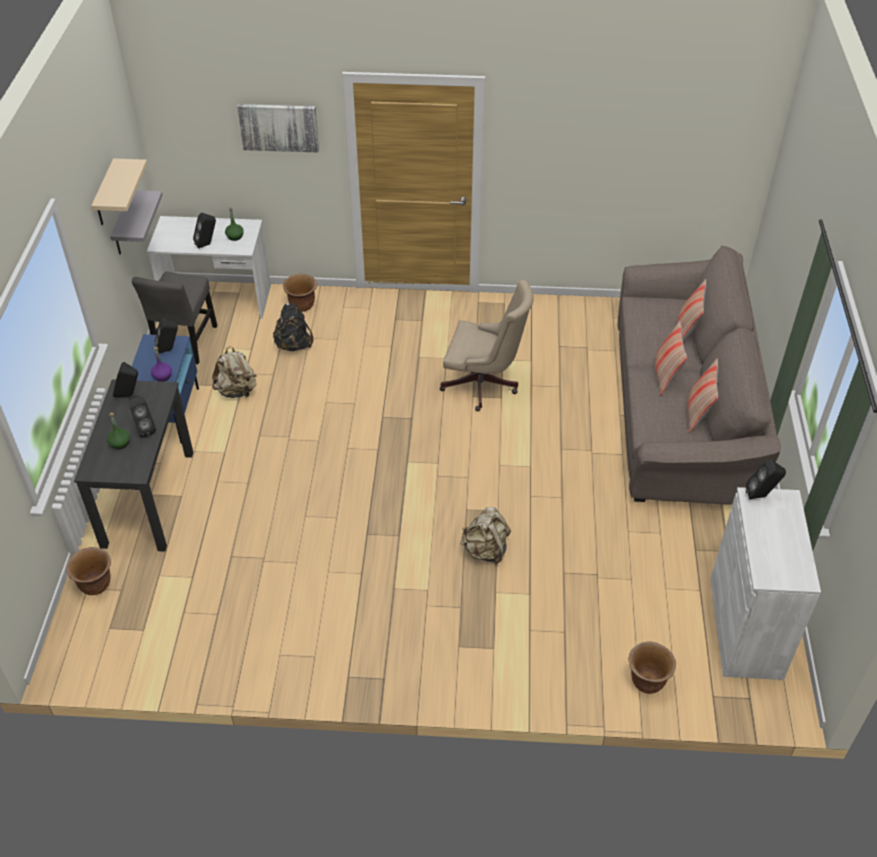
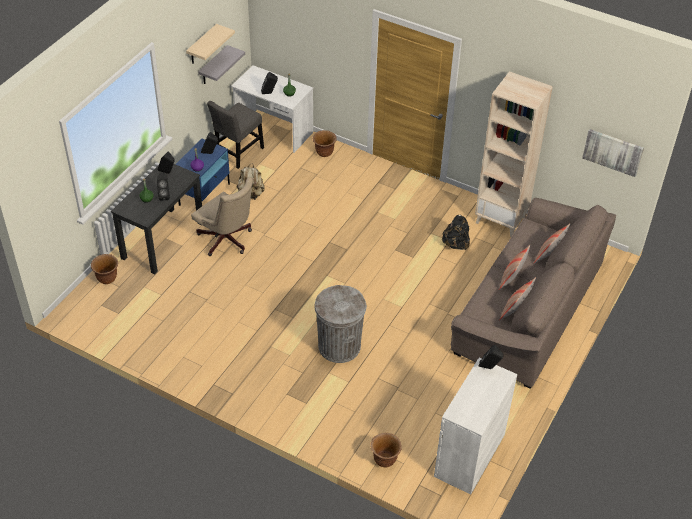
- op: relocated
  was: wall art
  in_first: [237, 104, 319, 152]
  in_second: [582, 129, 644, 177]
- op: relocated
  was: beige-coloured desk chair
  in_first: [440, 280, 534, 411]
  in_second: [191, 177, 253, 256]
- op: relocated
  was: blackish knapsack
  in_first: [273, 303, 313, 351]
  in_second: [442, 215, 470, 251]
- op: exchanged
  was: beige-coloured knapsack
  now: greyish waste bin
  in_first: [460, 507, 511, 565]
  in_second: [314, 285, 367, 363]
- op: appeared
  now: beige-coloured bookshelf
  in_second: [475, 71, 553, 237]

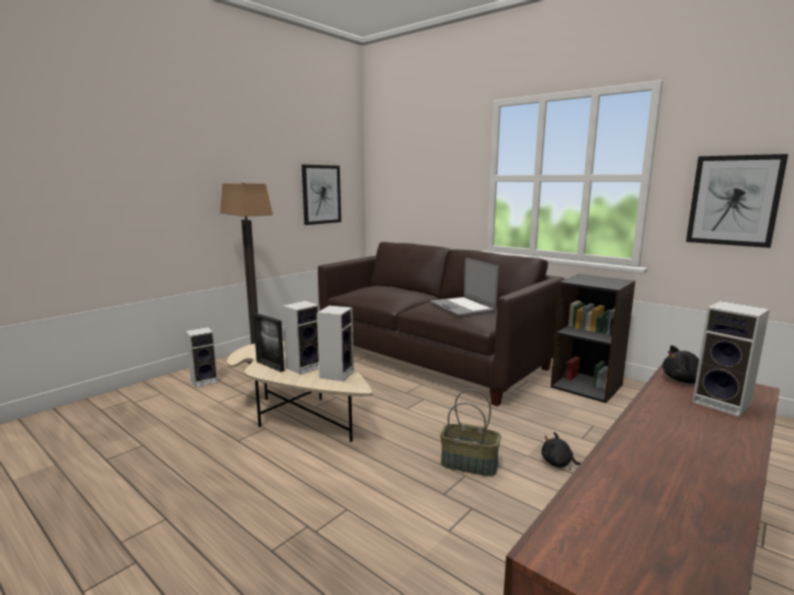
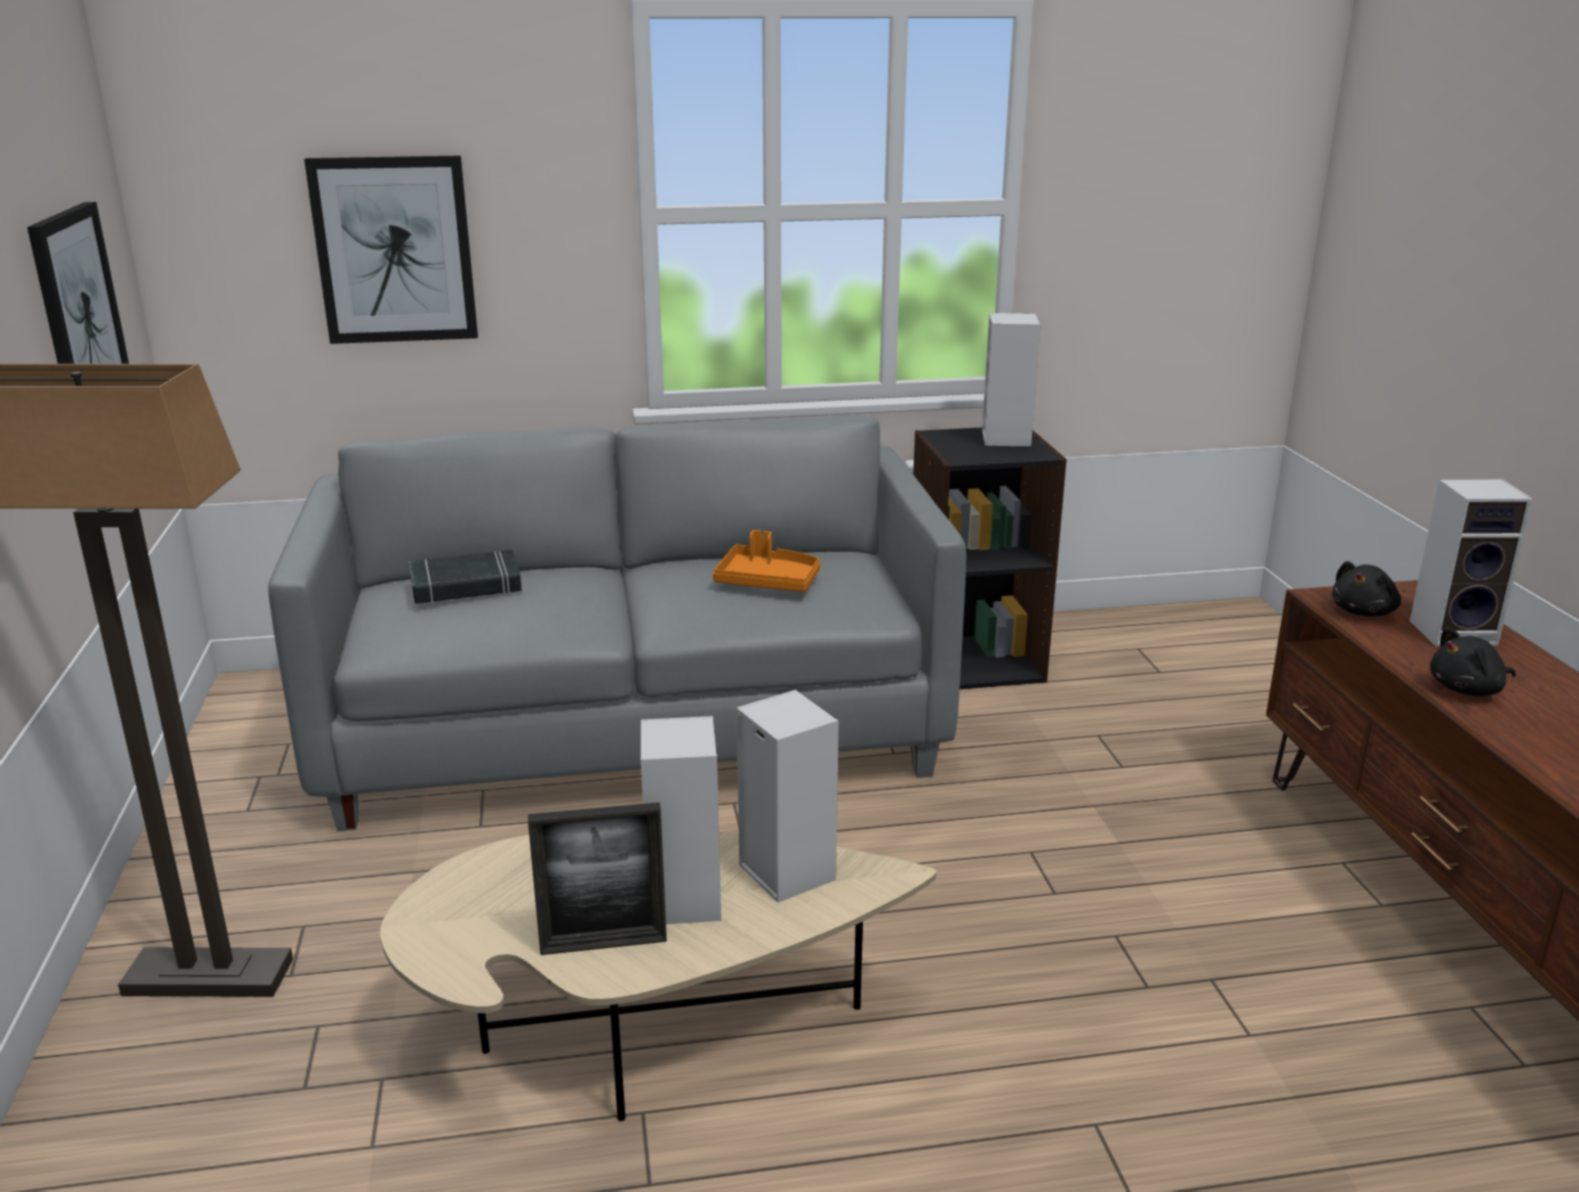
- op: relocated
  was: wall art
  in_first: [686, 154, 788, 248]
  in_second: [304, 156, 478, 344]
- op: colour
  was: brown-coloured settee
  now: greyish settee
  in_first: [318, 242, 565, 406]
  in_second: [268, 415, 966, 831]
- op: exchanged
  was: notebook computer
  now: orange-coloured serving tray
  in_first: [430, 258, 499, 316]
  in_second: [713, 530, 820, 592]
- op: relocated
  was: loudspeaker
  in_first: [185, 327, 218, 387]
  in_second: [982, 313, 1041, 447]
- op: missing
  was: storage basket
  in_first: [440, 389, 501, 476]
- op: relocated
  was: blackish cuddly toy
  in_first: [541, 432, 581, 469]
  in_second: [1430, 627, 1516, 696]
- op: appeared
  now: blackish volume
  in_second: [409, 550, 522, 604]

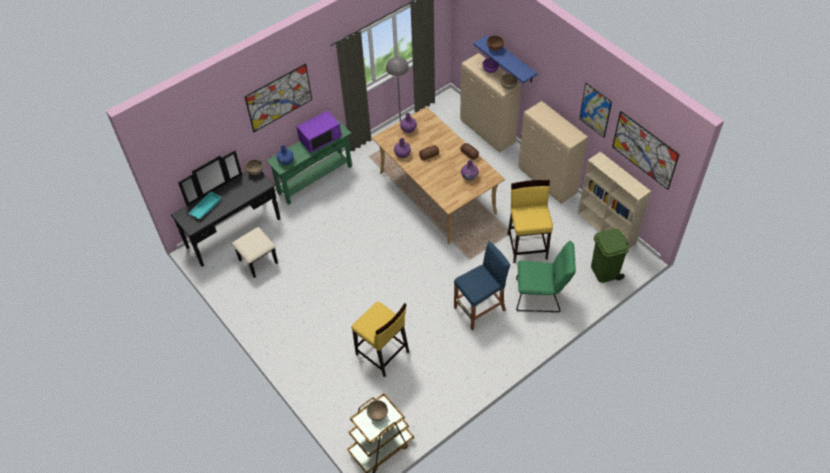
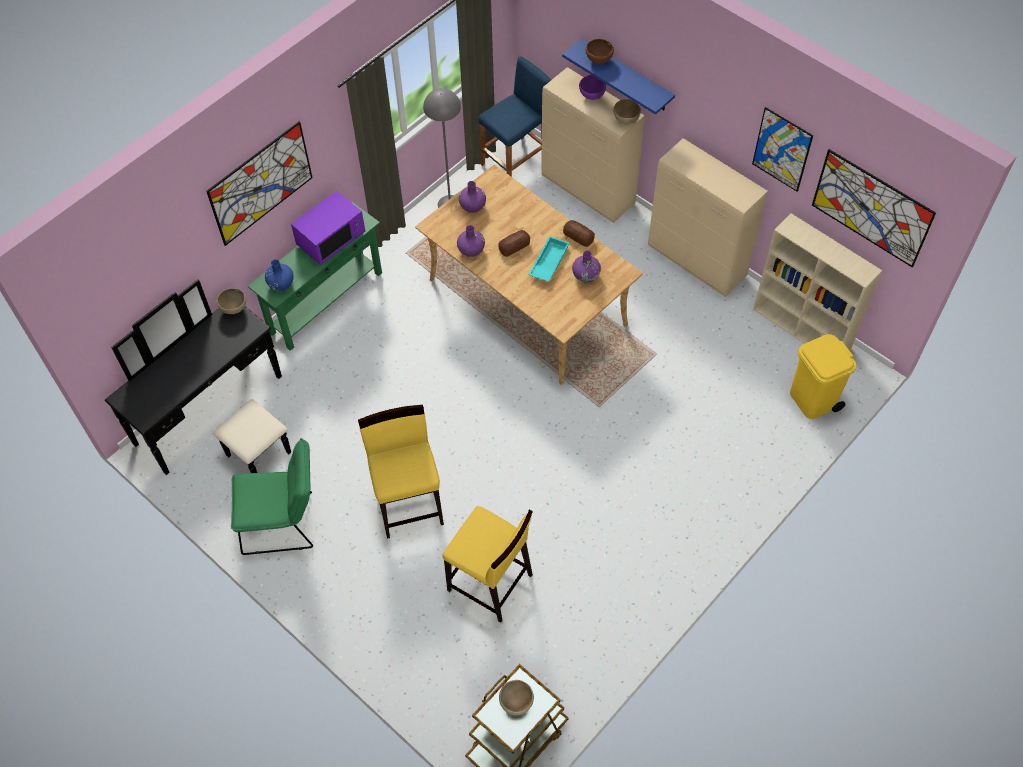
- op: relocated
  was: yellow-coloured stool
  in_first: [508, 180, 553, 263]
  in_second: [358, 405, 444, 539]
- op: relocated
  was: turquoise serving tray
  in_first: [189, 192, 221, 219]
  in_second: [529, 236, 569, 282]
- op: colour
  was: greenish waste bin
  now: yellow-coloured waste bin
  in_first: [591, 228, 629, 283]
  in_second: [790, 334, 856, 419]
- op: relocated
  was: greenish plain chair
  in_first: [516, 241, 576, 312]
  in_second: [231, 438, 313, 555]
- op: relocated
  was: bluish stool
  in_first: [454, 242, 510, 330]
  in_second: [479, 56, 551, 177]

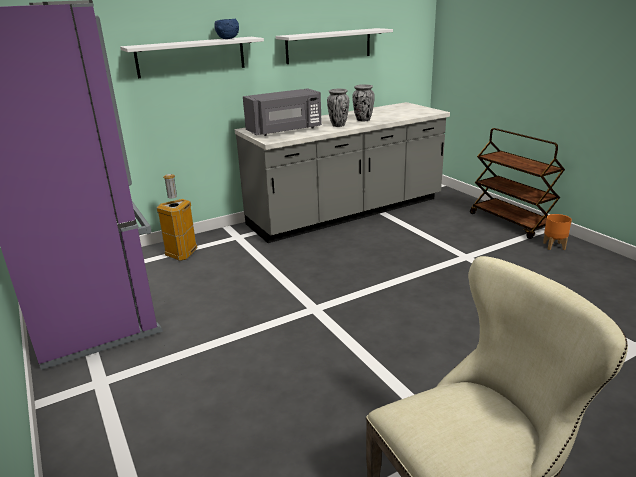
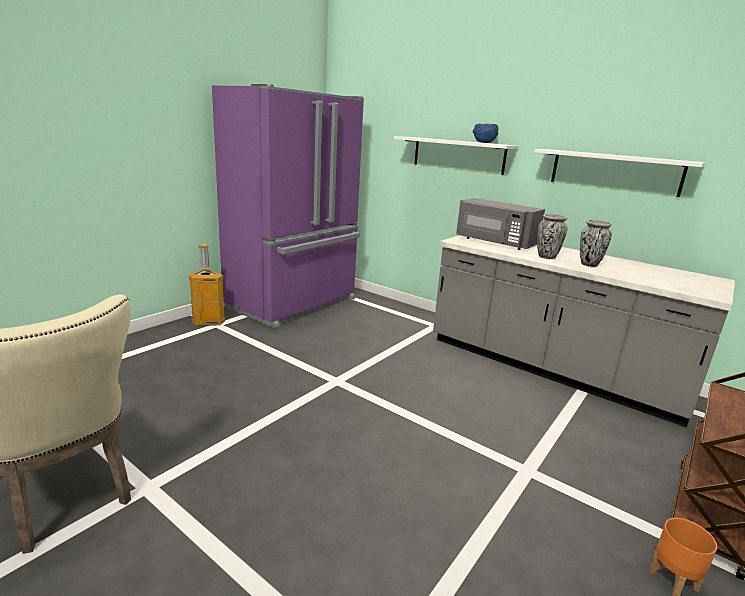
- op: relocated
  was: waste bin
  in_first: [157, 174, 197, 261]
  in_second: [189, 244, 225, 326]

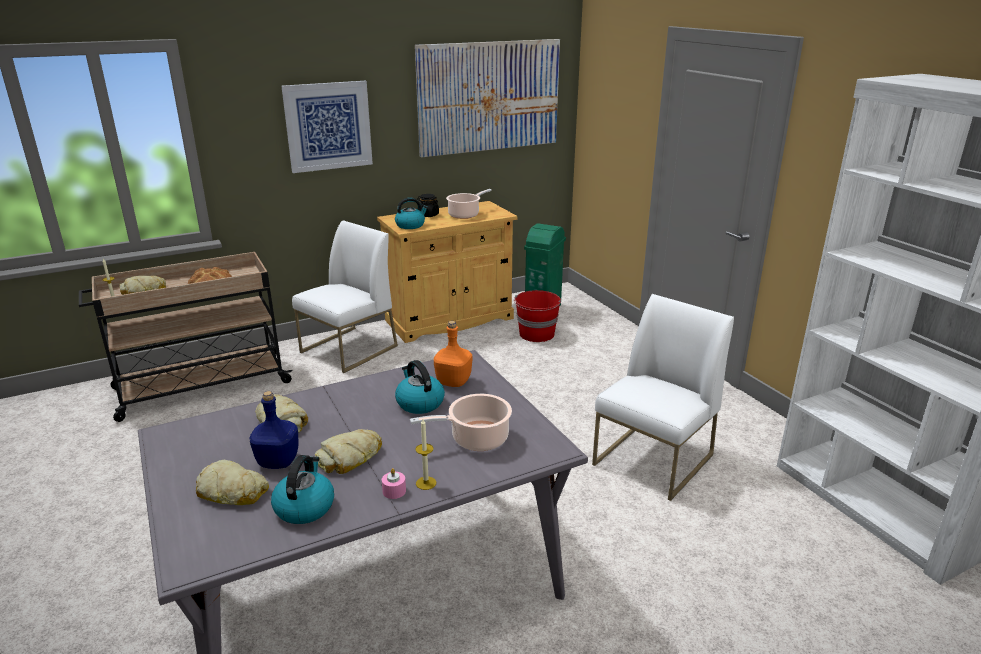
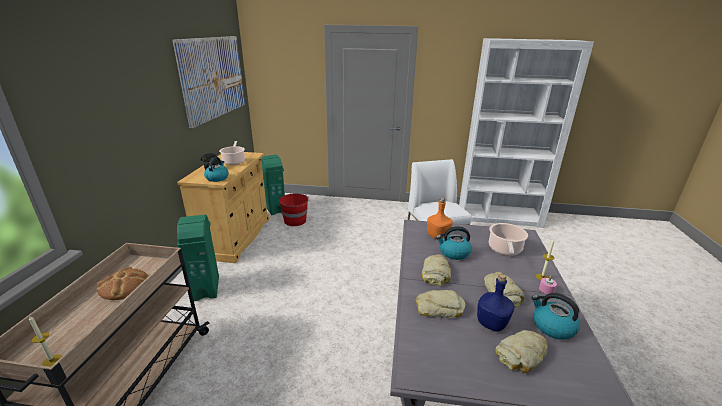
- op: missing
  was: wall art
  in_first: [281, 81, 373, 173]
- op: exchanged
  was: white plain chair
  now: greenish waste bin
  in_first: [292, 220, 398, 373]
  in_second: [177, 215, 219, 301]
- op: relocated
  was: bakery bread
  in_first: [119, 275, 166, 295]
  in_second: [422, 254, 451, 286]

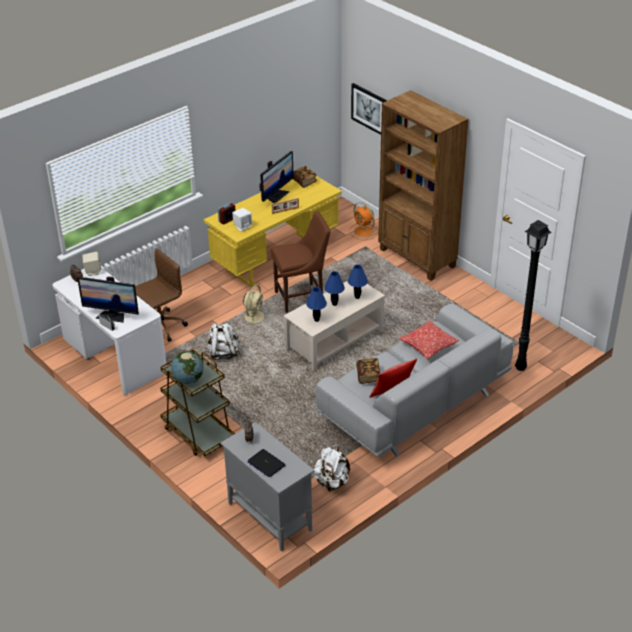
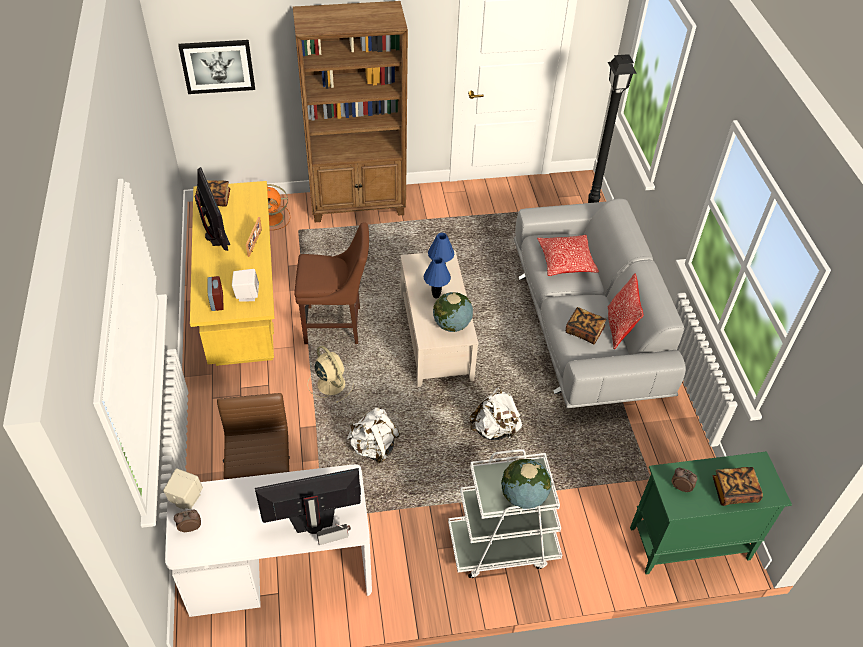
- op: spun
  was: brown-coloured plain chair
  in_first: [271, 211, 331, 313]
  in_second: [294, 222, 369, 344]
  clockwise: 75
- op: spun
  was: computer screen
  in_first: [77, 277, 139, 323]
  in_second: [255, 468, 361, 534]
  clockwise: -150
- op: exchanged
  was: bluish tabletop lamp
  now: desk globe
  in_first: [306, 287, 327, 322]
  in_second: [433, 292, 473, 332]
- op: colour
  was: brown-coloured wheeled cart
  now: white wheeled cart
  in_first: [160, 349, 235, 457]
  in_second: [448, 449, 562, 578]
- op: colour
  was: greyish cabinet
  now: greenish cabinet
  in_first: [220, 422, 314, 551]
  in_second: [630, 451, 792, 574]
- op: relocated
  was: white knapsack
  in_first: [314, 445, 350, 492]
  in_second: [470, 387, 522, 440]
- op: exchanged
  was: notebook computer
  now: volume
  in_first: [248, 449, 285, 477]
  in_second: [713, 467, 763, 506]

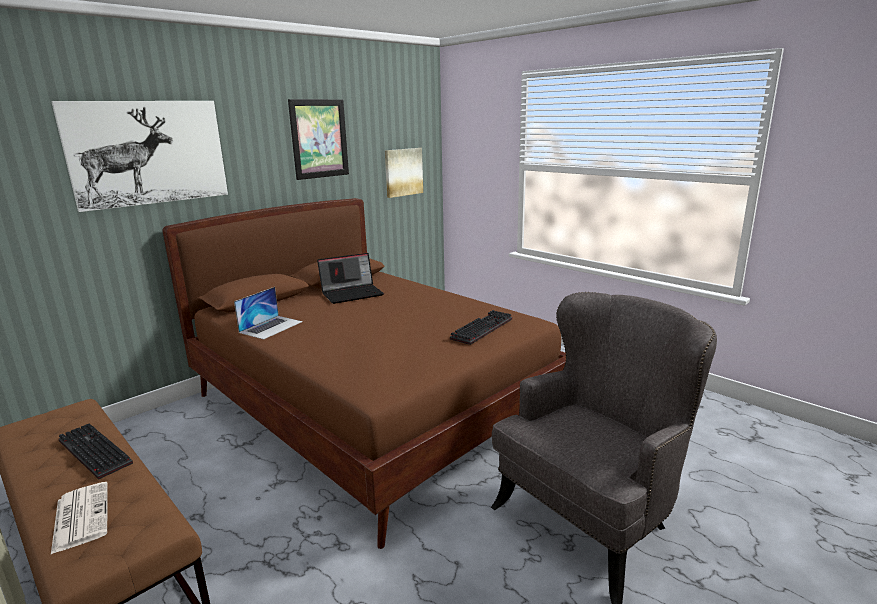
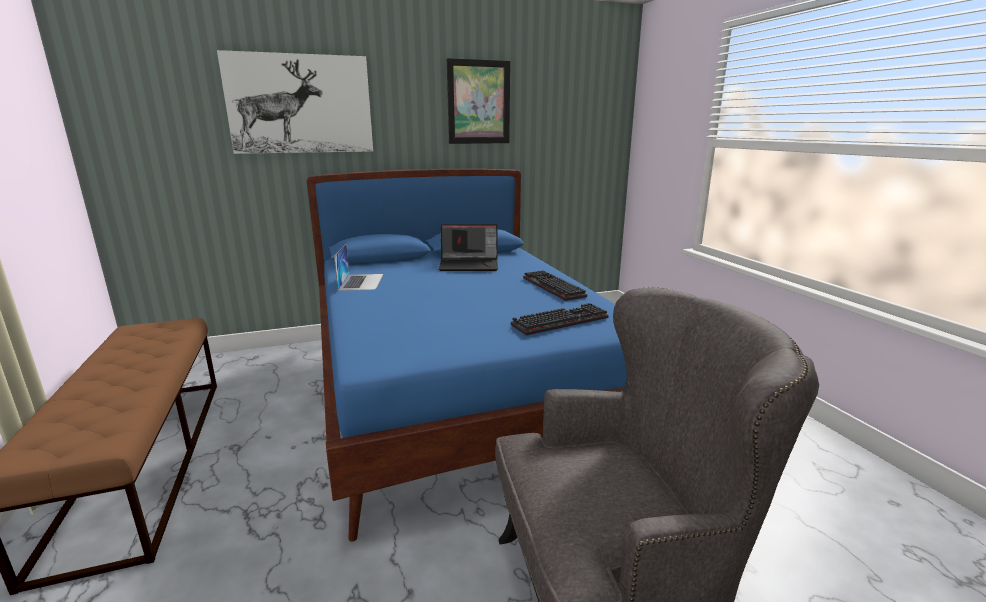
- op: missing
  was: wall art
  in_first: [385, 148, 423, 198]
- op: colour
  was: brown-coloured bedroom bed
  now: bluish bedroom bed
  in_first: [163, 198, 566, 549]
  in_second: [307, 169, 627, 542]
- op: spun
  was: notebook computer
  in_first: [234, 287, 303, 340]
  in_second: [334, 244, 383, 291]
  clockwise: -60
- op: relocated
  was: PC keyboard
  in_first: [59, 424, 133, 479]
  in_second: [523, 271, 587, 301]
- op: missing
  was: newspaper
  in_first: [51, 482, 107, 554]

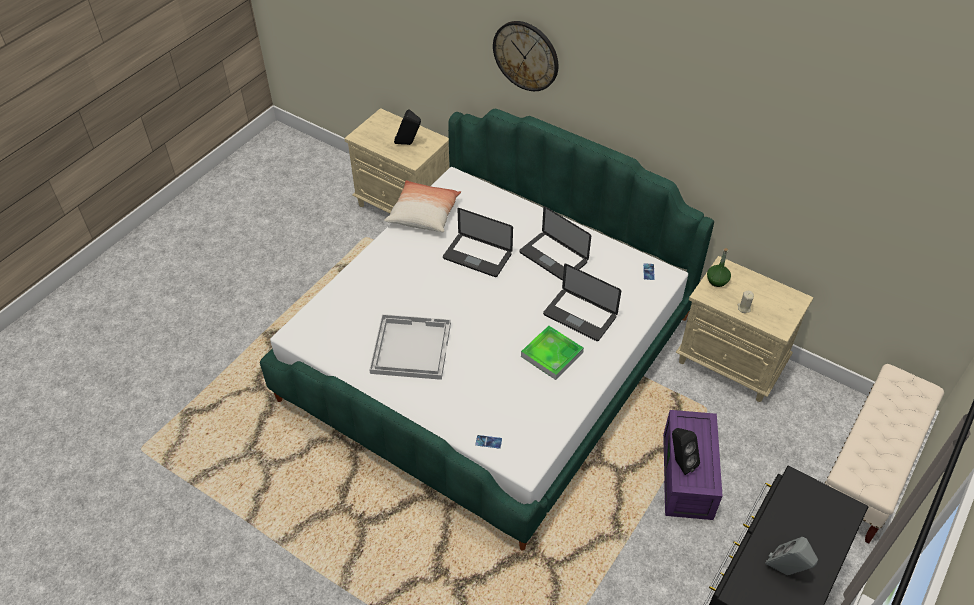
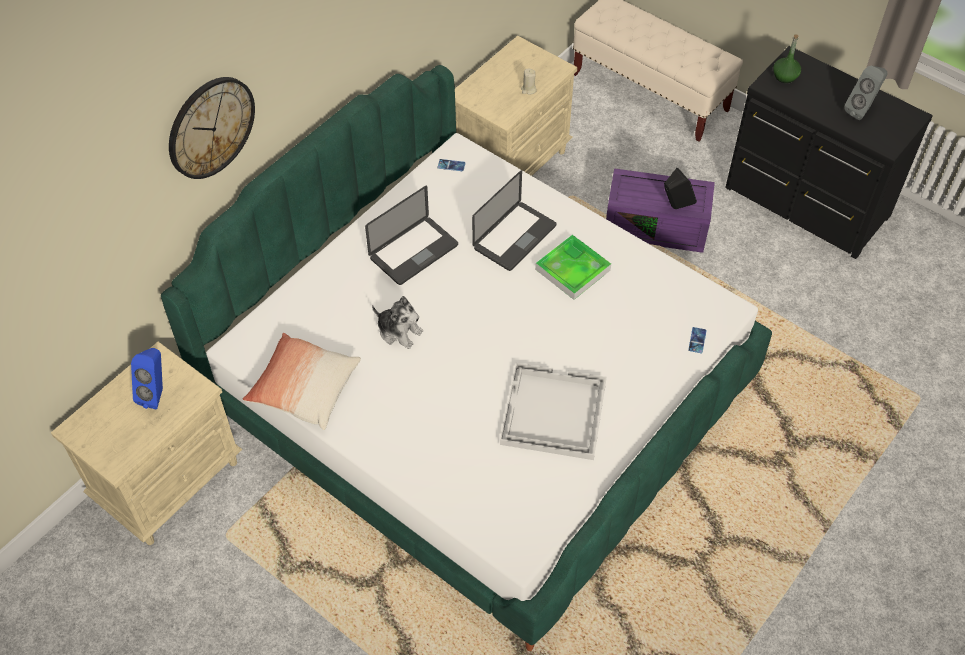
- op: colour
  was: blackish loudspeaker
  now: bluish loudspeaker
  in_first: [394, 109, 421, 145]
  in_second: [131, 348, 163, 410]
- op: exchanged
  was: notebook computer
  now: cuddly toy
  in_first: [443, 208, 513, 277]
  in_second: [372, 296, 423, 349]
- op: relocated
  was: greenish beverage bottle
  in_first: [707, 248, 731, 287]
  in_second: [773, 34, 801, 83]

